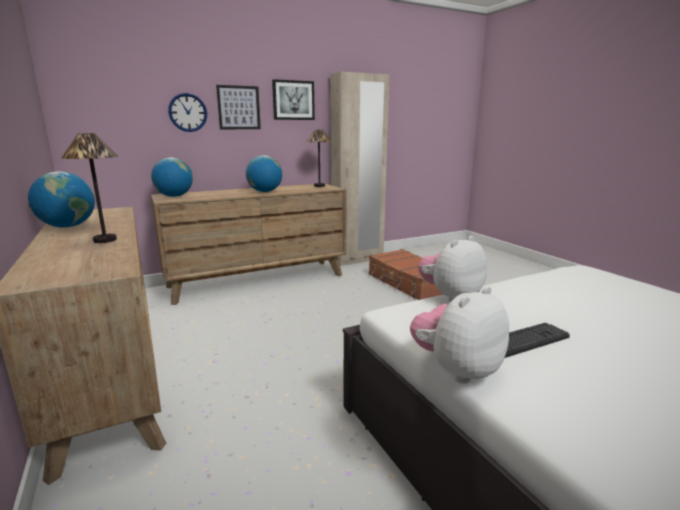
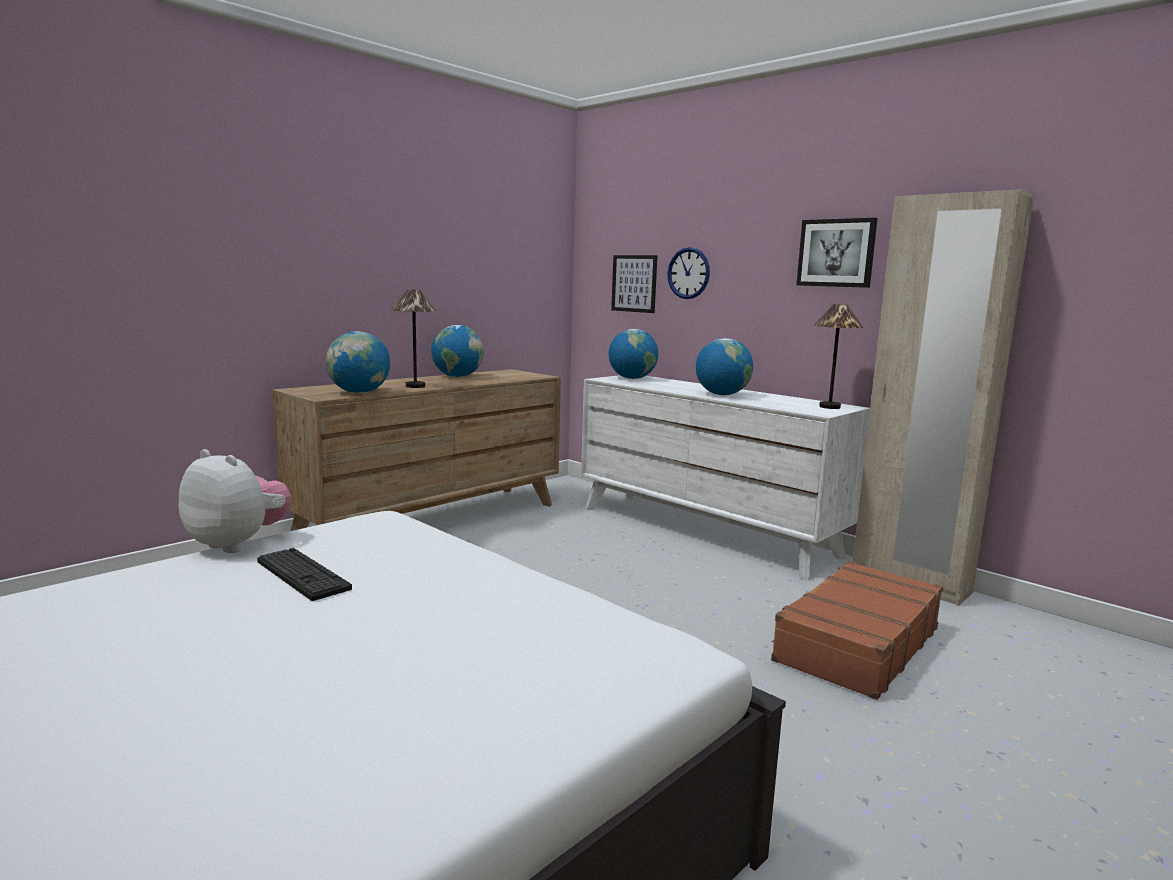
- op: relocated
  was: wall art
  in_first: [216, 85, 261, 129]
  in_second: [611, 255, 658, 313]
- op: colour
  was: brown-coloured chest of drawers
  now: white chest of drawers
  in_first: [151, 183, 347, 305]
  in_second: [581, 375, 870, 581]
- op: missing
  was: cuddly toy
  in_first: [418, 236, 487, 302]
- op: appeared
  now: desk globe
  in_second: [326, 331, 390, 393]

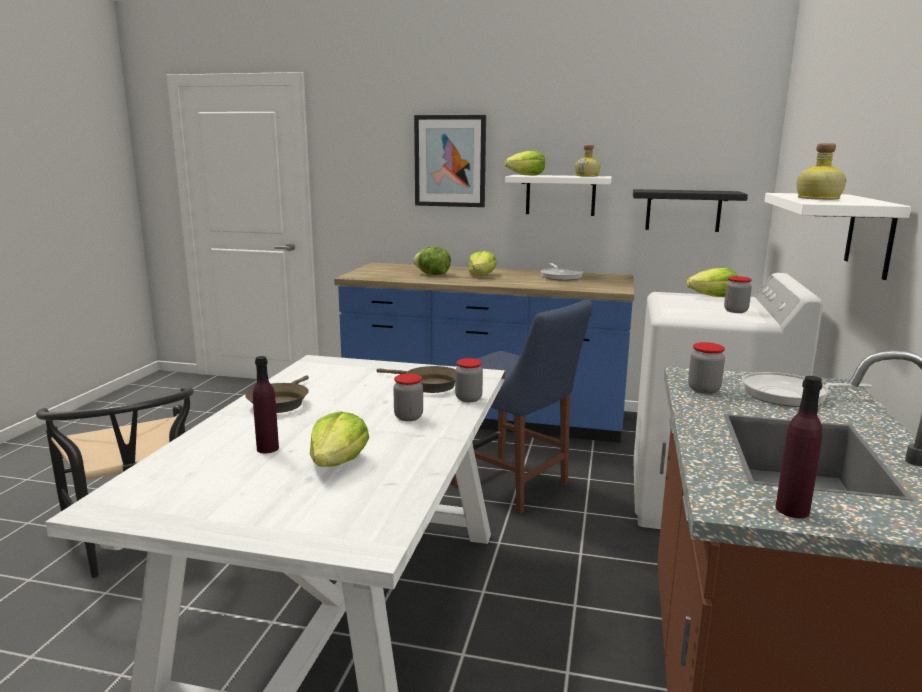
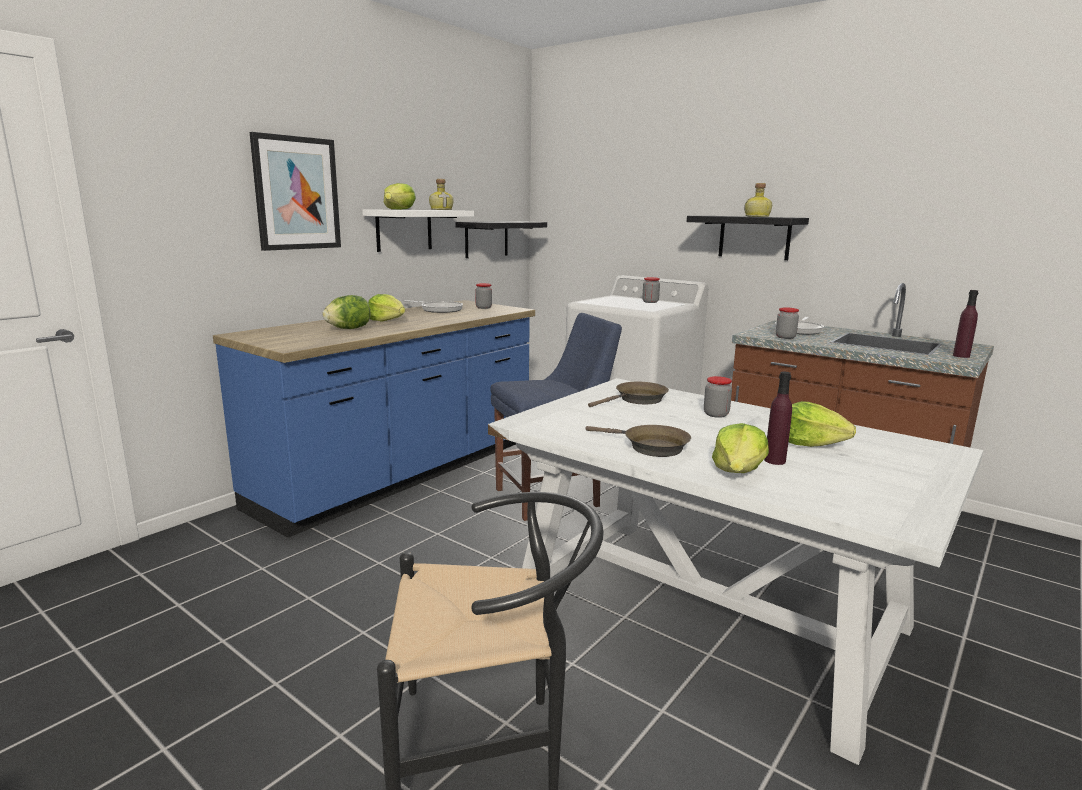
- op: colour
  was: white wall shelf
  now: blackish wall shelf
  in_first: [764, 193, 911, 280]
  in_second: [687, 216, 809, 260]
- op: relocated
  was: lettuce head
  in_first: [686, 267, 737, 297]
  in_second: [712, 423, 769, 473]
- op: relocated
  was: storage jar
  in_first: [455, 358, 483, 402]
  in_second: [475, 283, 492, 309]

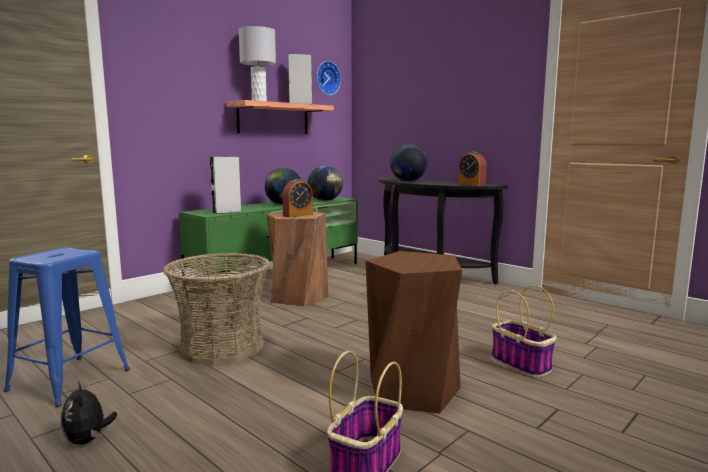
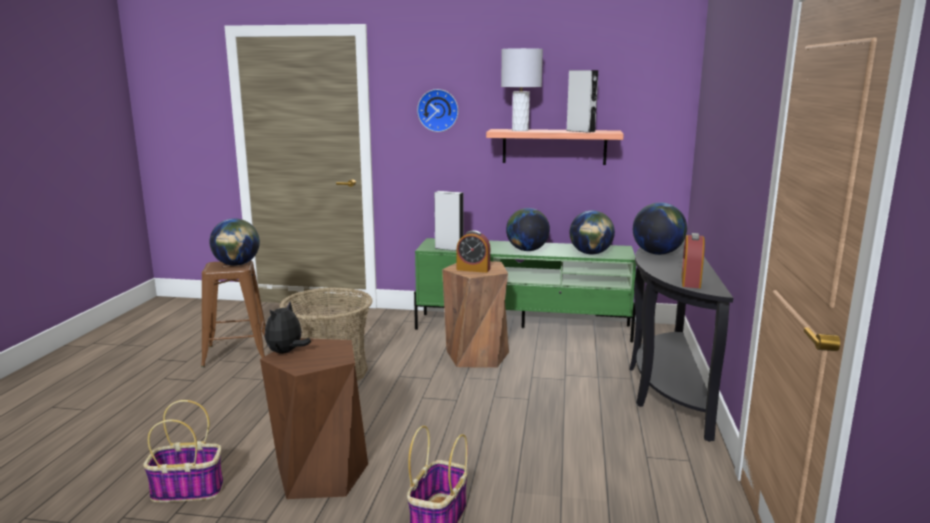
- op: relocated
  was: clock on the wall
  in_first: [317, 61, 341, 95]
  in_second: [417, 89, 458, 132]
- op: colour
  was: bluish stool
  now: brown-coloured stool
  in_first: [4, 248, 130, 407]
  in_second: [201, 260, 266, 367]
- op: relocated
  was: cuddly toy
  in_first: [61, 381, 117, 444]
  in_second: [265, 302, 311, 354]
- op: appeared
  now: desk globe
  in_second: [209, 218, 260, 266]

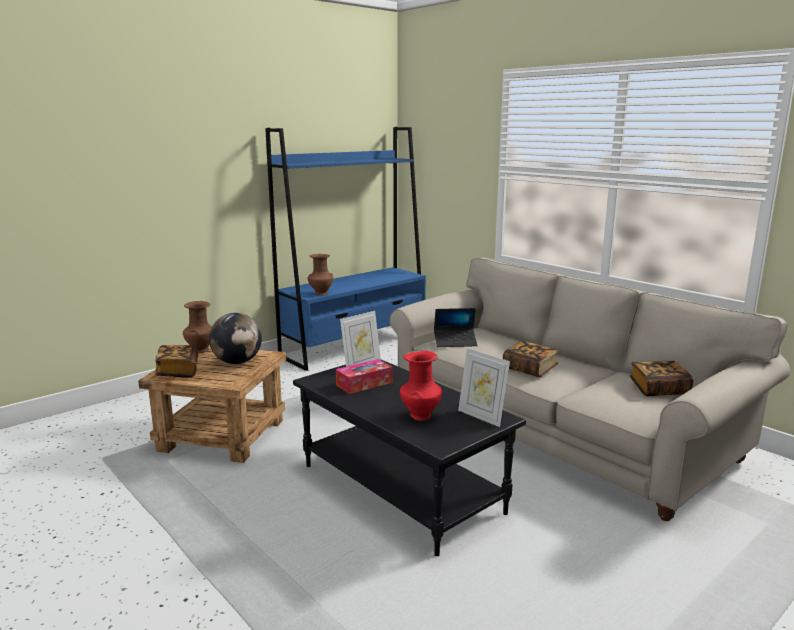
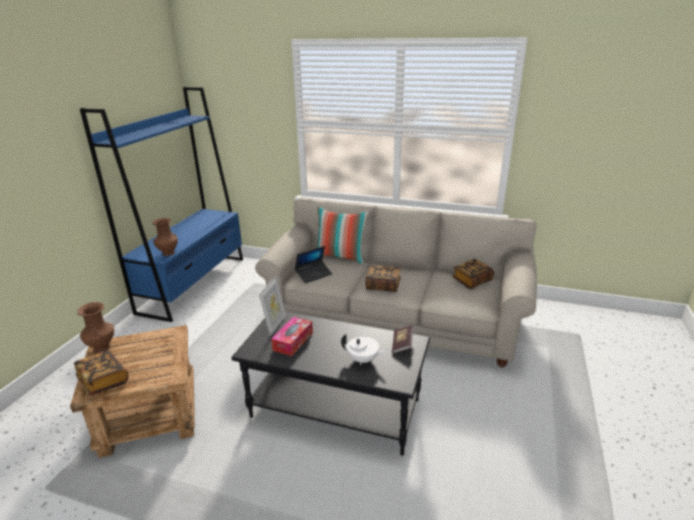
- op: missing
  was: desk globe
  in_first: [209, 313, 262, 364]
- op: exchanged
  was: picture frame
  now: volume
  in_first: [458, 348, 510, 427]
  in_second: [392, 325, 413, 353]
- op: exchanged
  was: reddish vase
  now: white pot for tea
  in_first: [400, 351, 442, 421]
  in_second: [341, 334, 388, 365]
- op: appeared
  now: pillow
  in_second: [316, 207, 368, 264]

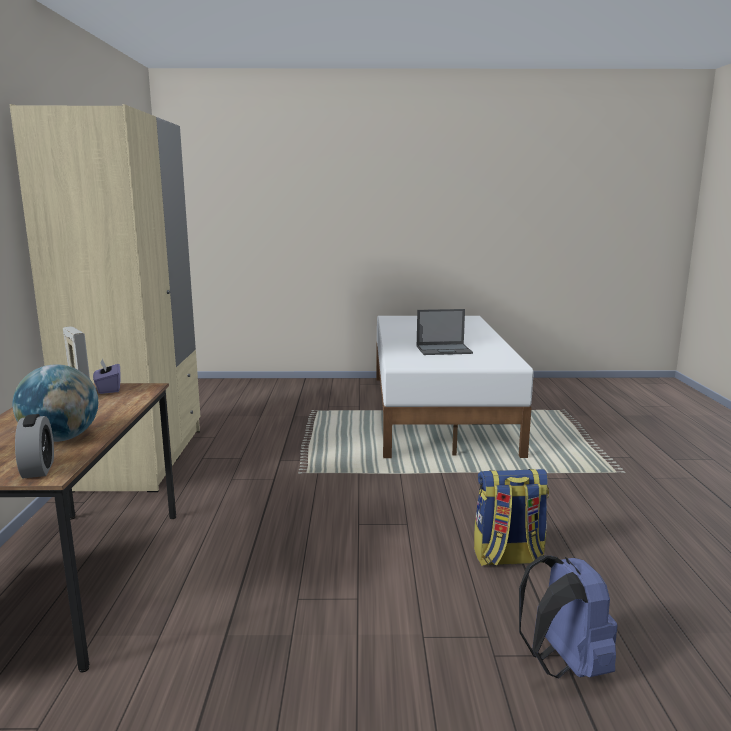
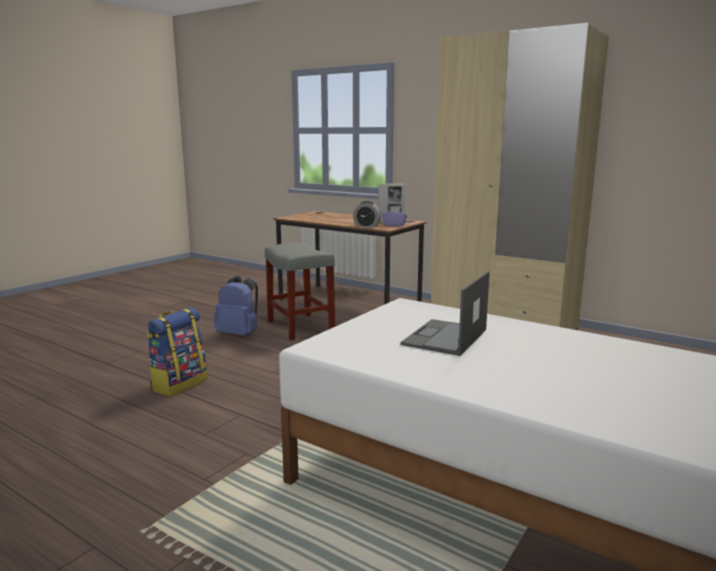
- op: missing
  was: desk globe
  in_first: [12, 364, 98, 442]
- op: relocated
  was: alarm clock
  in_first: [15, 414, 54, 478]
  in_second: [353, 201, 381, 227]
- op: relocated
  was: bluish knapsack
  in_first: [519, 555, 617, 678]
  in_second: [214, 276, 258, 336]
- op: appeared
  now: greyish stool
  in_second: [265, 243, 335, 340]

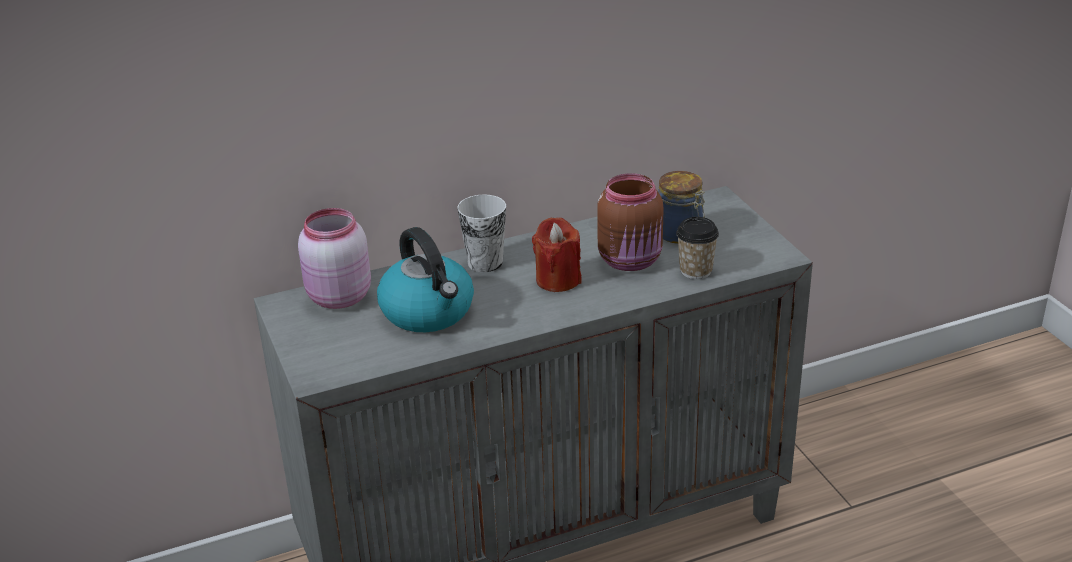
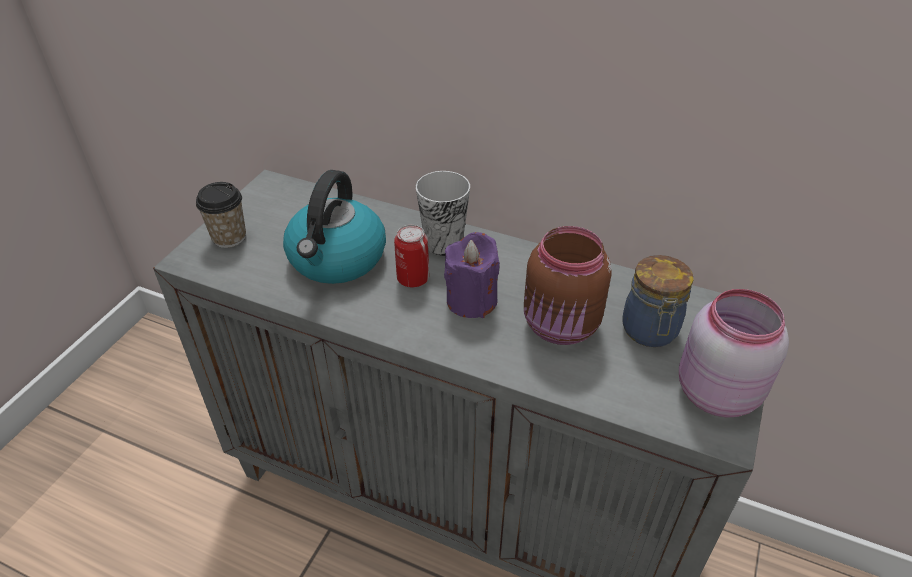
- op: relocated
  was: pink storage jar
  in_first: [298, 208, 371, 309]
  in_second: [679, 289, 789, 417]
- op: relocated
  was: small cup
  in_first: [676, 217, 719, 279]
  in_second: [196, 182, 246, 248]
- op: colour
  was: reddish wax light
  now: purple wax light
  in_first: [532, 218, 582, 292]
  in_second: [444, 232, 500, 318]
- op: appeared
  now: sealed can
  in_second: [394, 225, 429, 288]

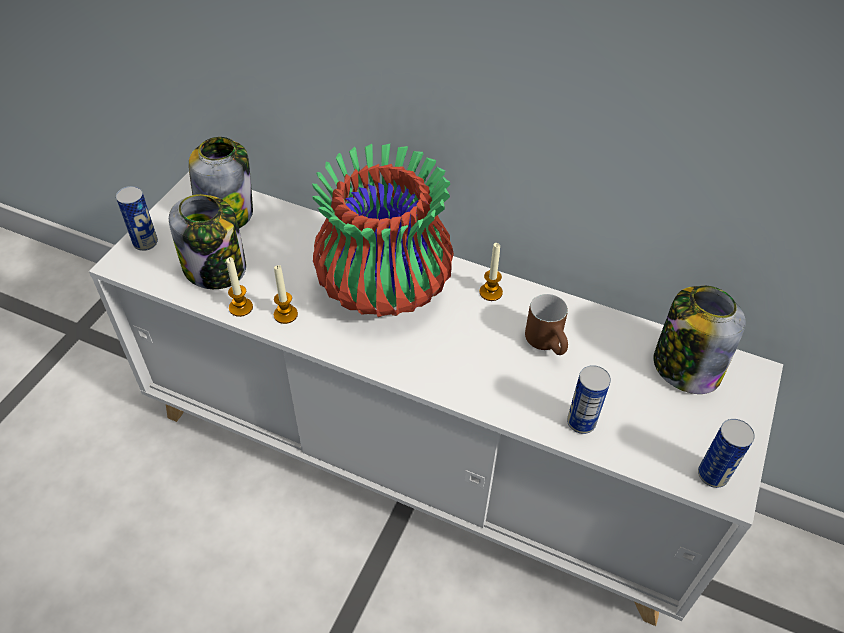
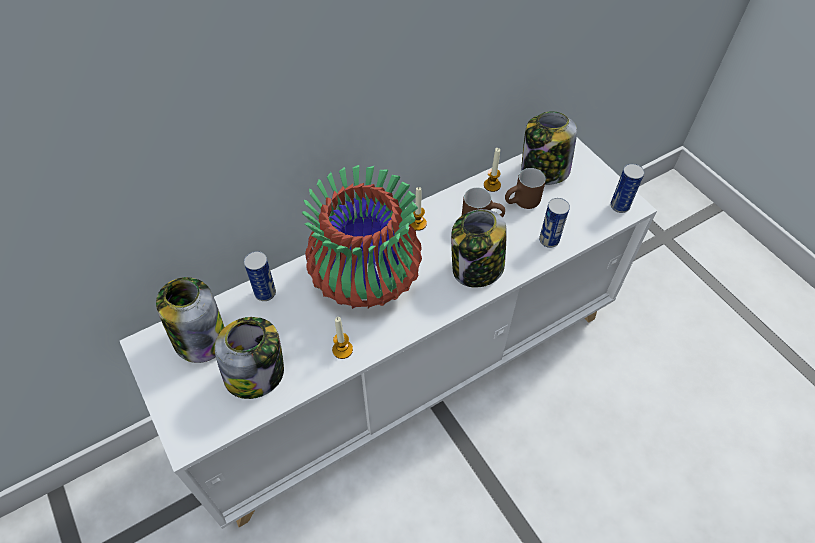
- op: relocated
  was: sealed can
  in_first: [116, 186, 158, 251]
  in_second: [244, 251, 276, 301]
- op: relocated
  was: wax light
  in_first: [226, 257, 253, 317]
  in_second: [484, 148, 501, 192]
- op: appeared
  now: brown-coloured coffee mug
  in_second: [505, 168, 546, 209]
- op: appeared
  now: storage jar
  in_second: [451, 209, 507, 288]

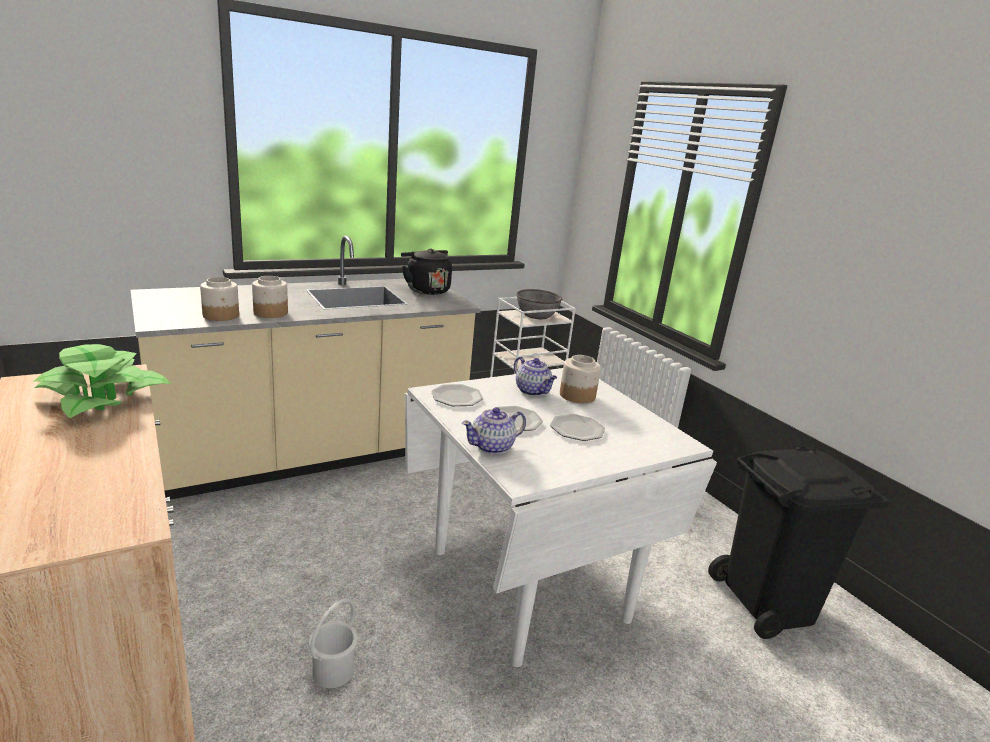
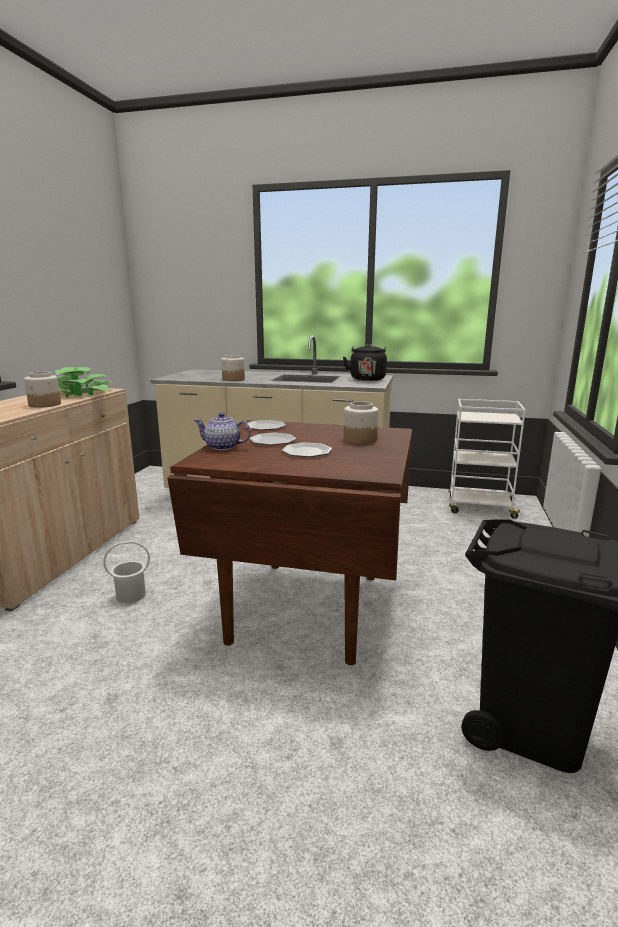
- op: relocated
  was: storage jar
  in_first: [200, 277, 239, 321]
  in_second: [24, 372, 61, 408]
- op: missing
  was: greyish deep dish
  in_first: [516, 289, 562, 319]
- op: missing
  was: pot for tea
  in_first: [514, 357, 557, 396]
- op: colour
  was: white dinner table
  now: brown-coloured dinner table
  in_first: [405, 368, 717, 667]
  in_second: [167, 420, 412, 665]

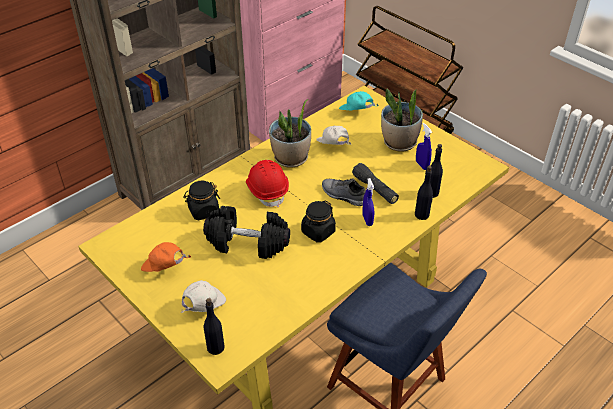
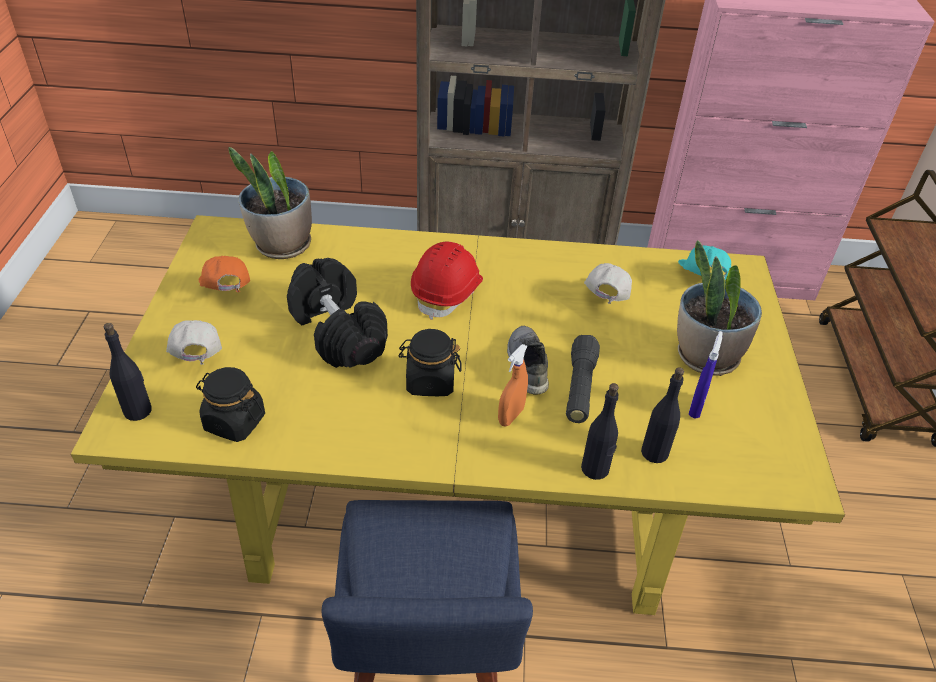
- op: relocated
  was: potted plant
  in_first: [269, 99, 311, 168]
  in_second: [228, 147, 312, 259]
- op: colour
  was: bluish spray bottle
  now: orange-coloured spray bottle
  in_first: [362, 178, 374, 226]
  in_second: [498, 344, 528, 427]
- op: relocated
  was: blackish storage jar
  in_first: [183, 181, 220, 220]
  in_second: [196, 367, 265, 442]
- op: spun
  was: white cap
  in_first: [181, 280, 226, 313]
  in_second: [166, 320, 222, 365]
  clockwise: -105

